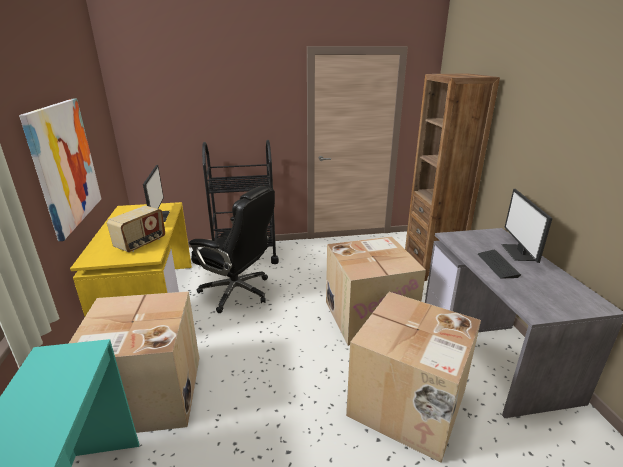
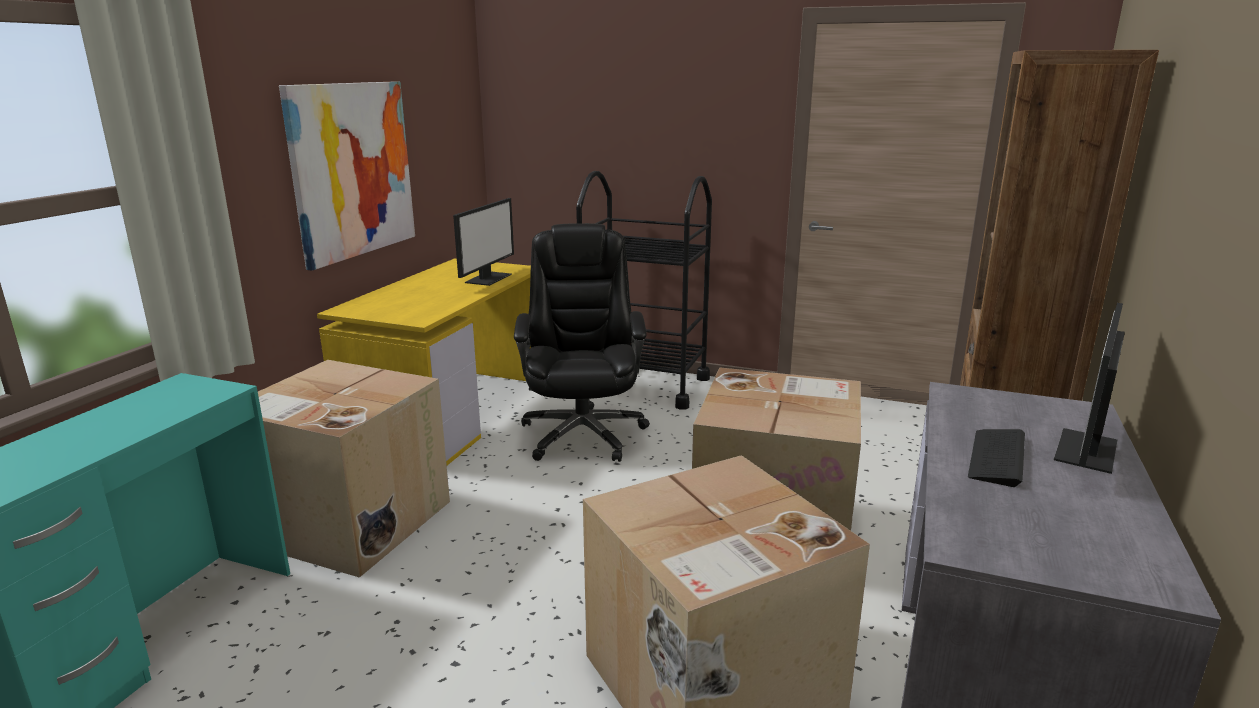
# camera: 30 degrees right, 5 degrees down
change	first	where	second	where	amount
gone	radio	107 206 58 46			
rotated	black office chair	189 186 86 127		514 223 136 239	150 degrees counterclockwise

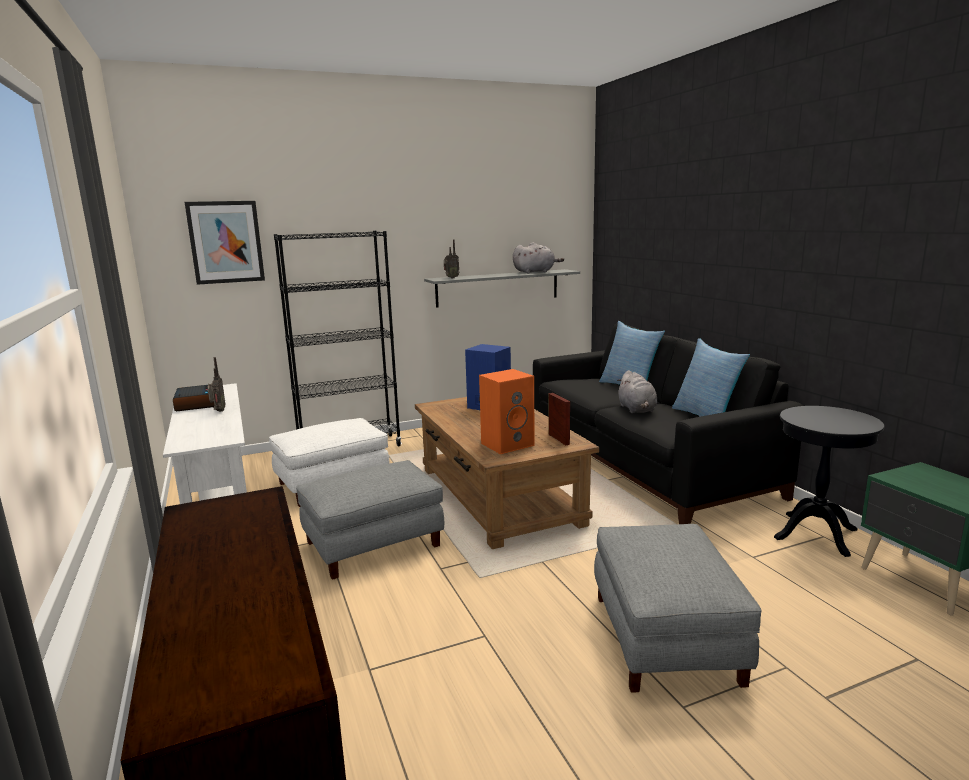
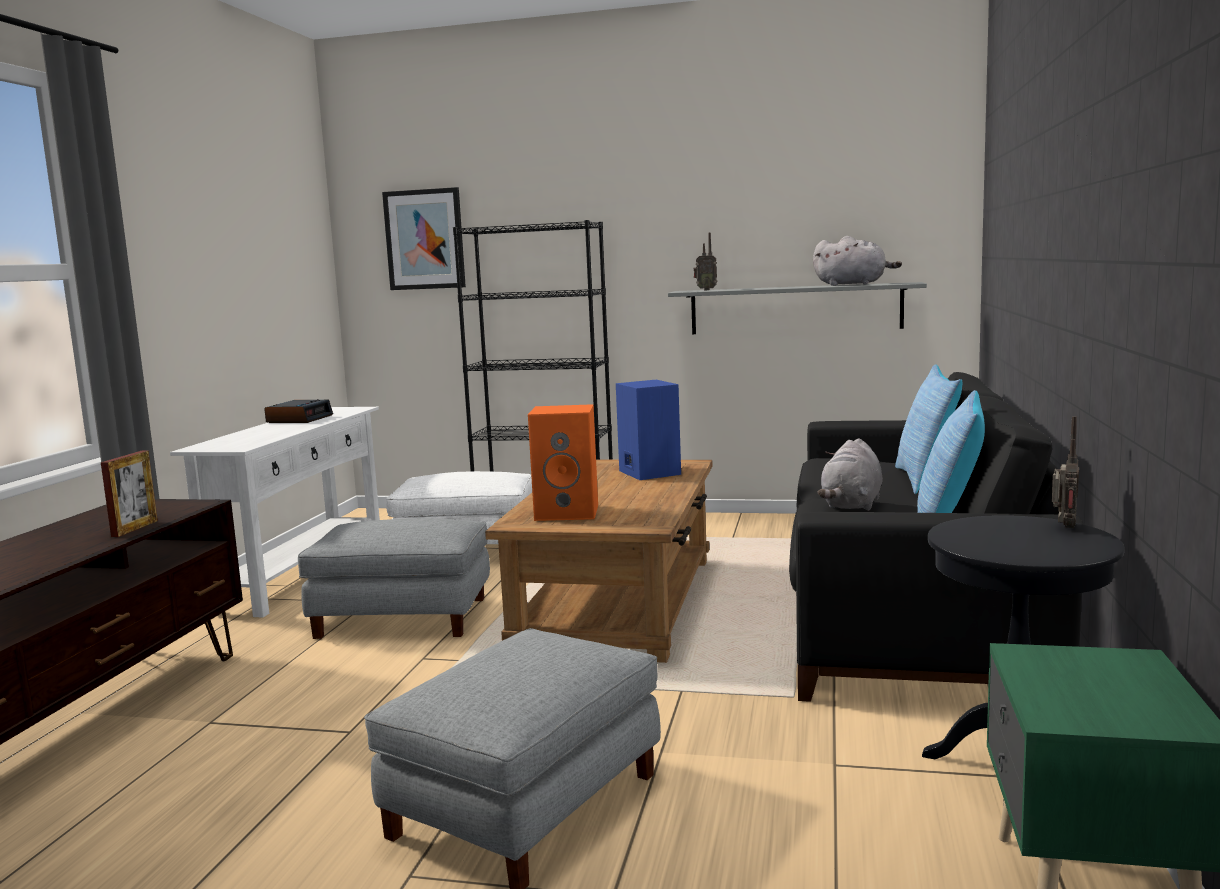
# camera: 35 degrees right, 5 degrees down
change	first	where	second	where	amount
shifted	radio	207 357 18 55		1052 416 27 112	
shifted	picture frame	549 393 21 52		101 451 57 86	

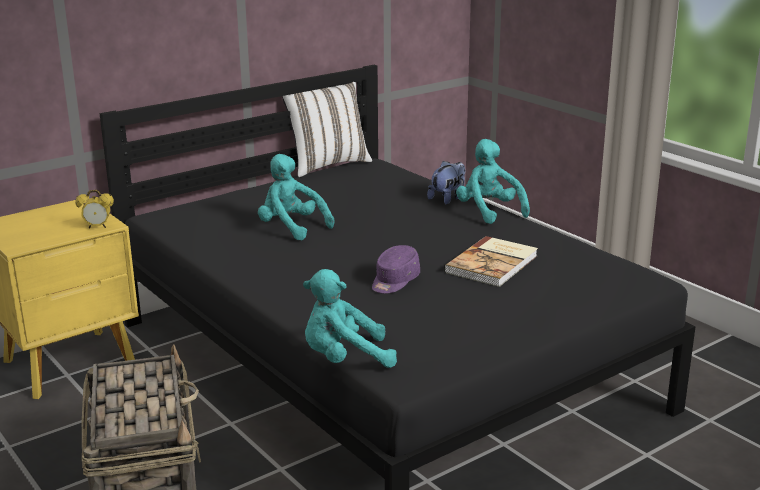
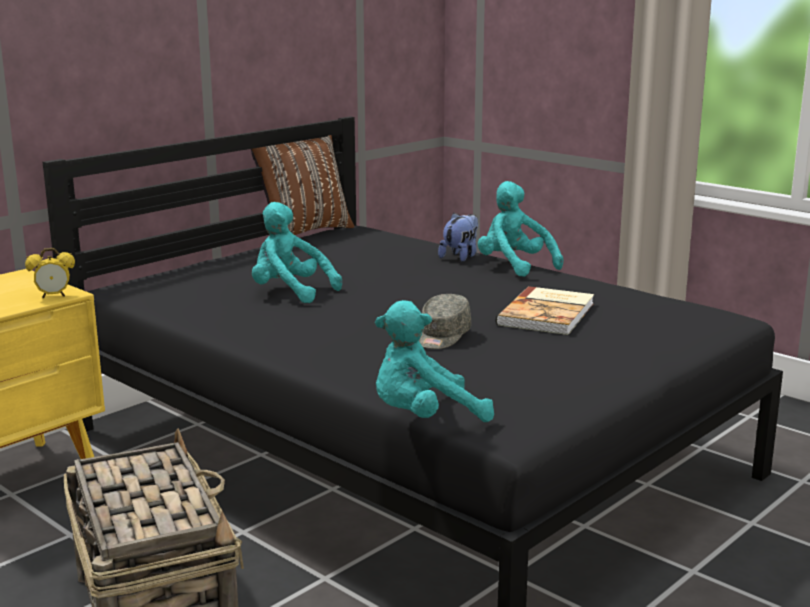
# camera: 10 degrees left, 5 degrees down
change	first	where	second	where	amount
repainted	white pillow	282 82 90 95	brown pillow	251 135 104 100	
repainted	purple cap	372 245 48 49	grey cap	419 294 52 55	

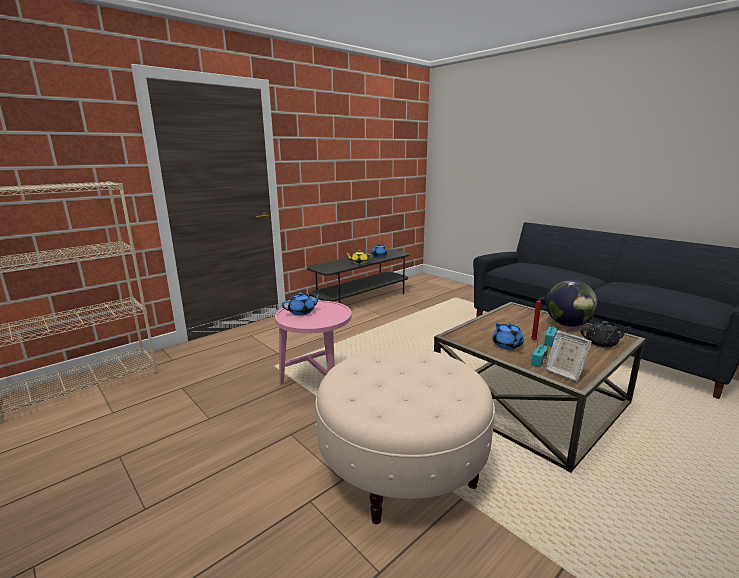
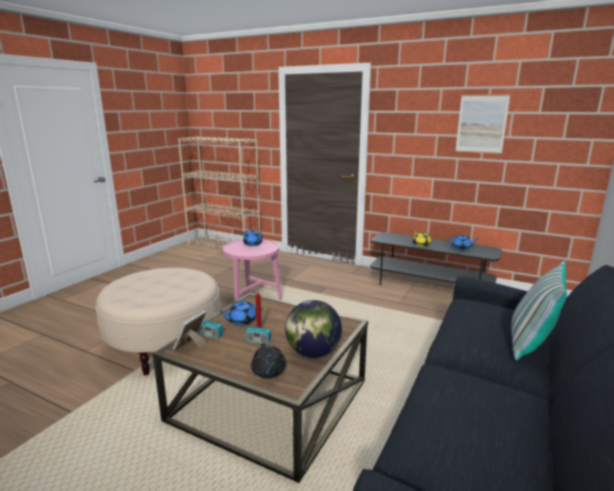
# camera: 70 degrees right, 0 degrees up
change	first	where	second	where	amount
new			picture	455 94 55 60	
new			pillow	511 261 56 99	

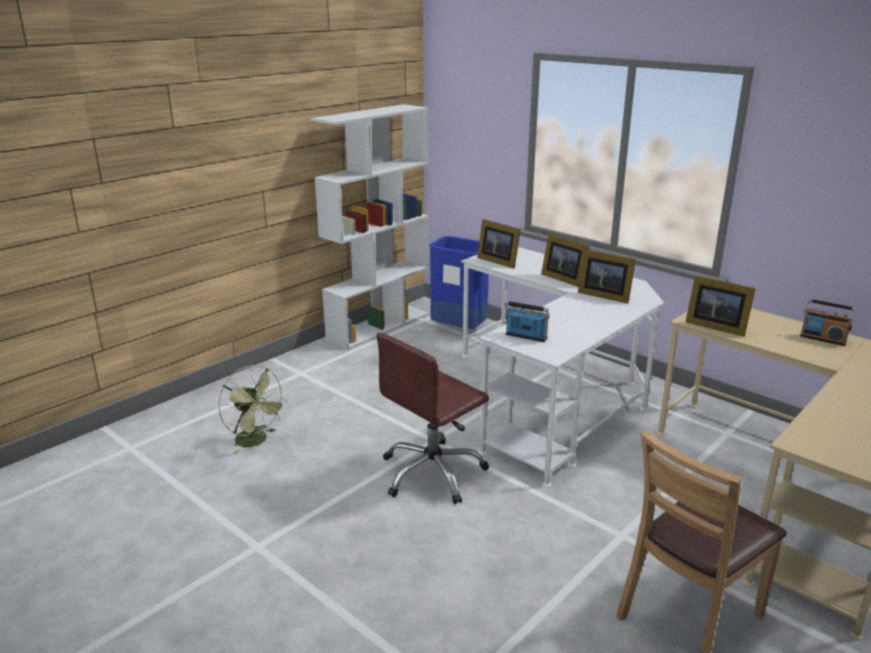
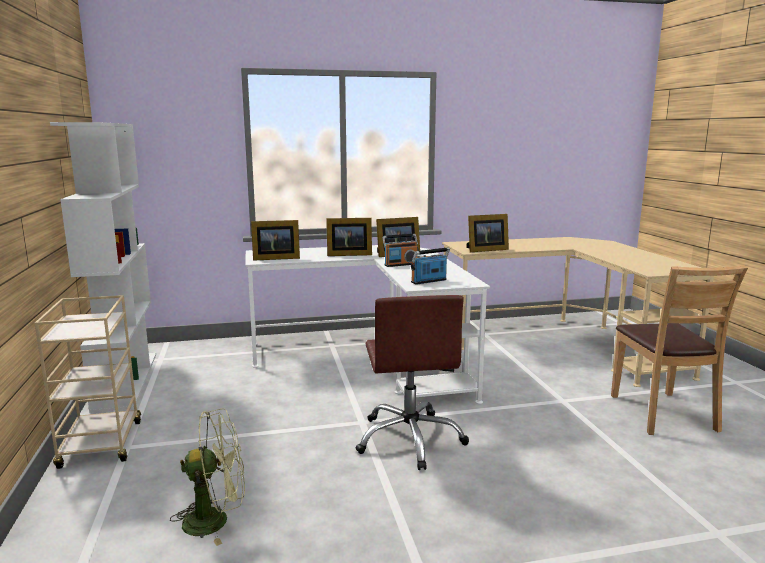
# camera: 55 degrees left, 10 degrees down
change	first	where	second	where	amount
gone	blue trash can	429 236 60 93			
new			beige cart	35 295 106 174	
shifted	radio	800 299 57 47		383 234 35 33	

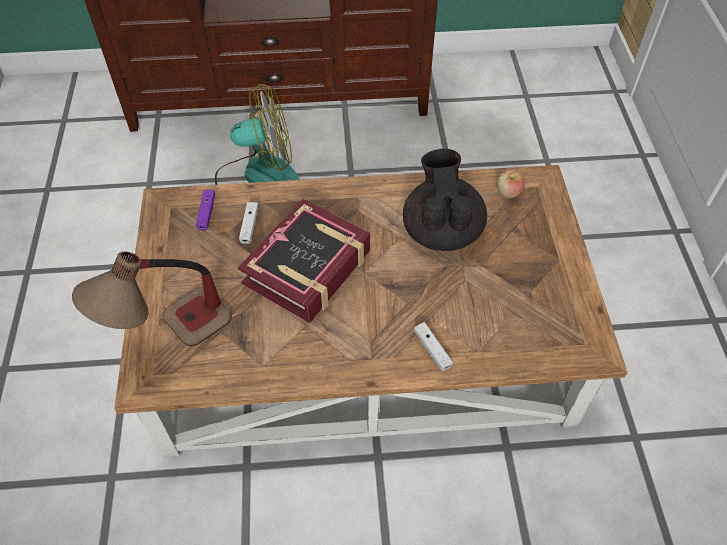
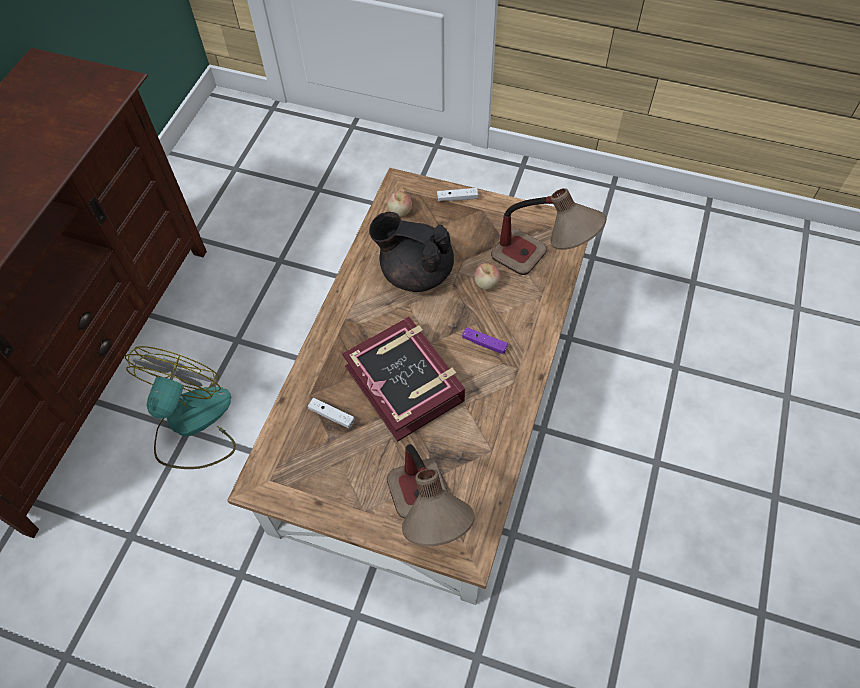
# camera: 65 degrees left, 5 degrees up
change	first	where	second	where	amount
new			apple	474 263 27 27	
new			table lamp	491 188 115 87	
shifted	purple game controller	196 190 19 41		462 327 46 27	
shifted	white game controller	414 322 39 49		437 188 41 13	

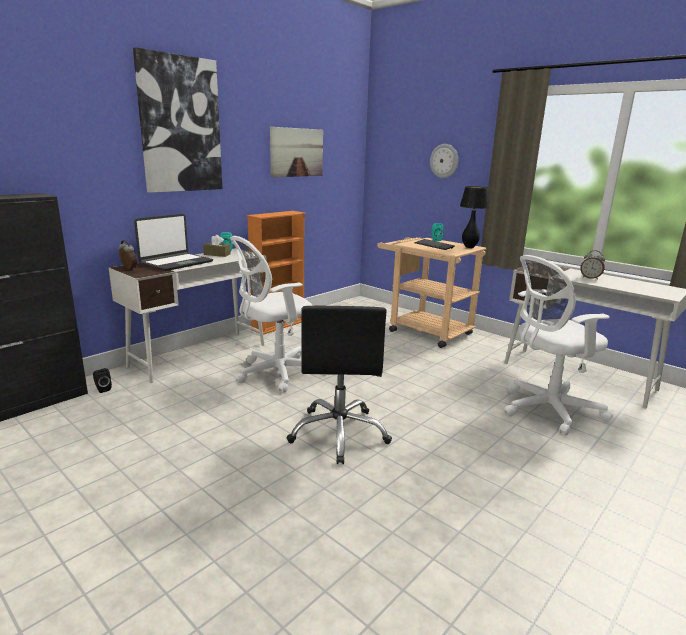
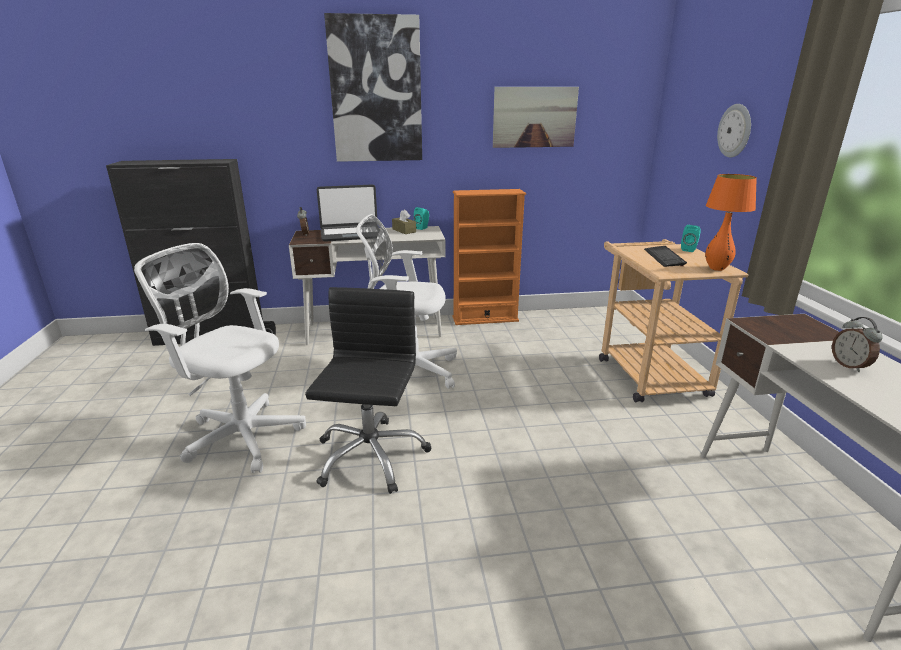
# camera: 40 degrees right, 5 degrees up
change	first	where	second	where	amount
shifted	white office chair	504 255 109 180		134 243 172 230	
repainted	black table lamp	460 186 29 62	orange table lamp	705 174 52 97	
rotated	black office chair	287 306 105 158		305 287 127 207	150 degrees clockwise

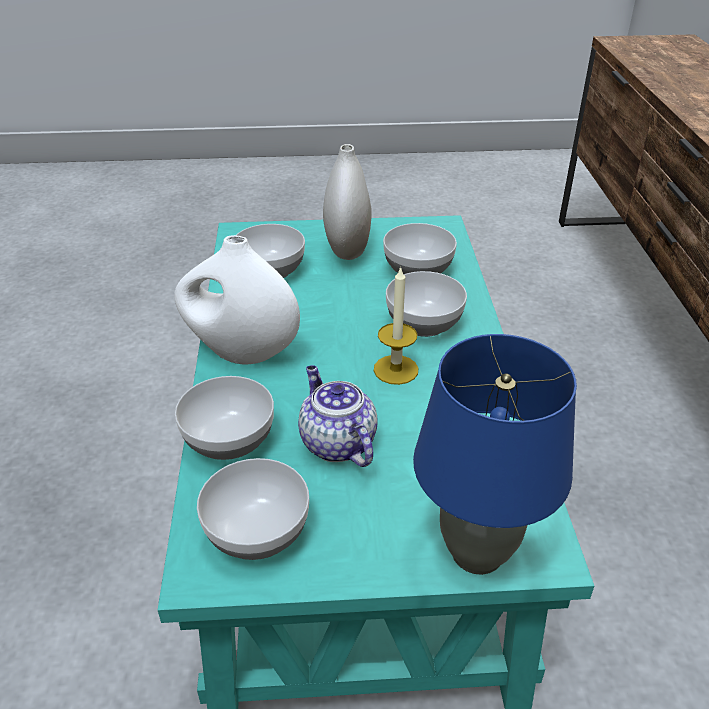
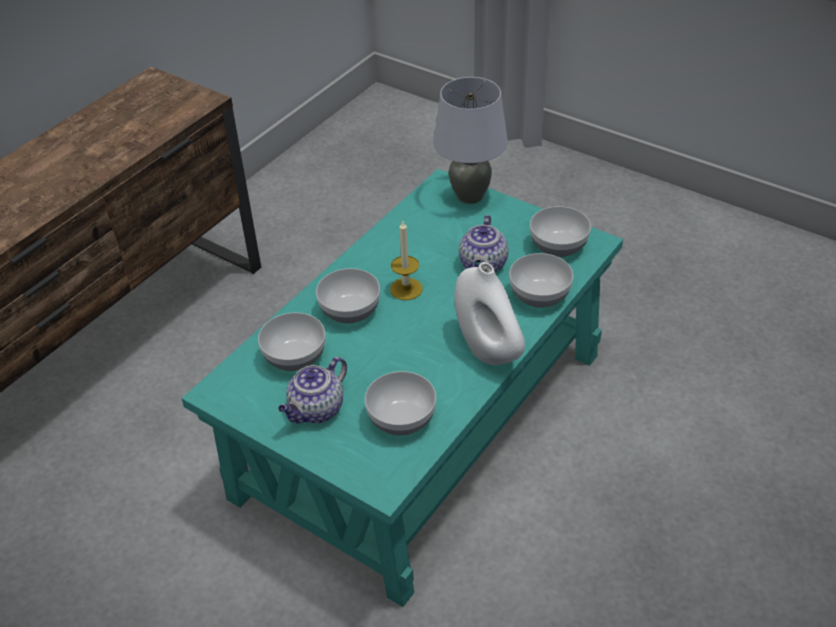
# camera: 140 degrees left, 5 degrees up
change	first	where	second	where	amount
swapped	white vase	323 144 49 116	teapot	278 357 69 66	
repainted	blue table lamp	413 334 164 241	grey table lamp	433 77 75 127	

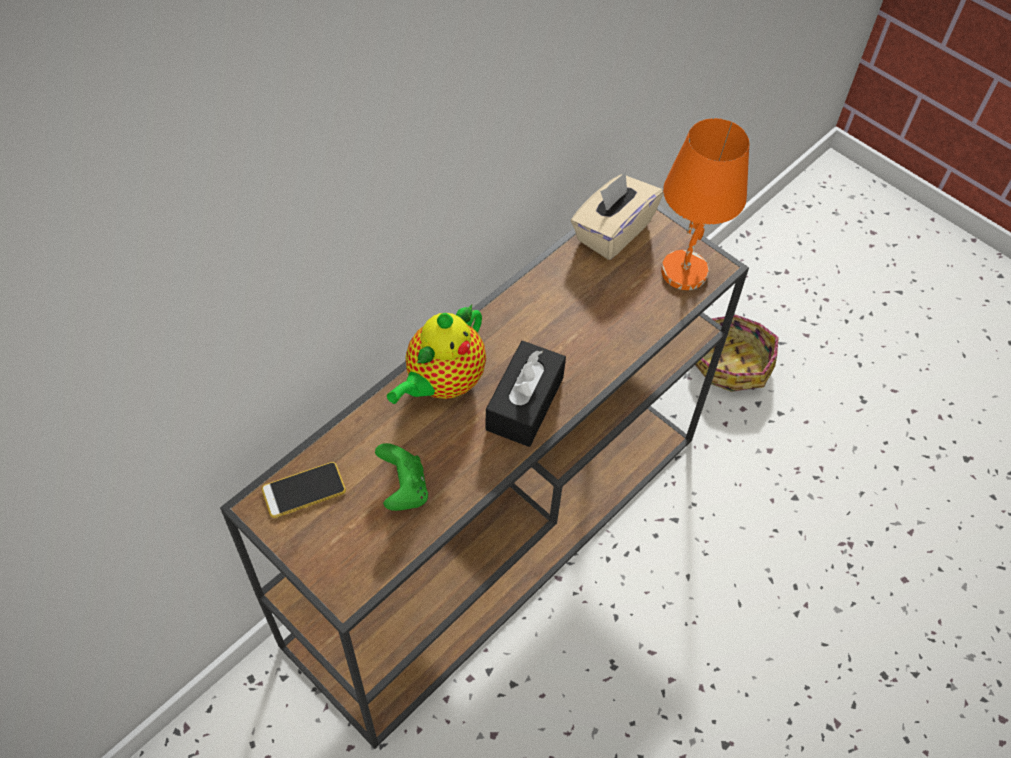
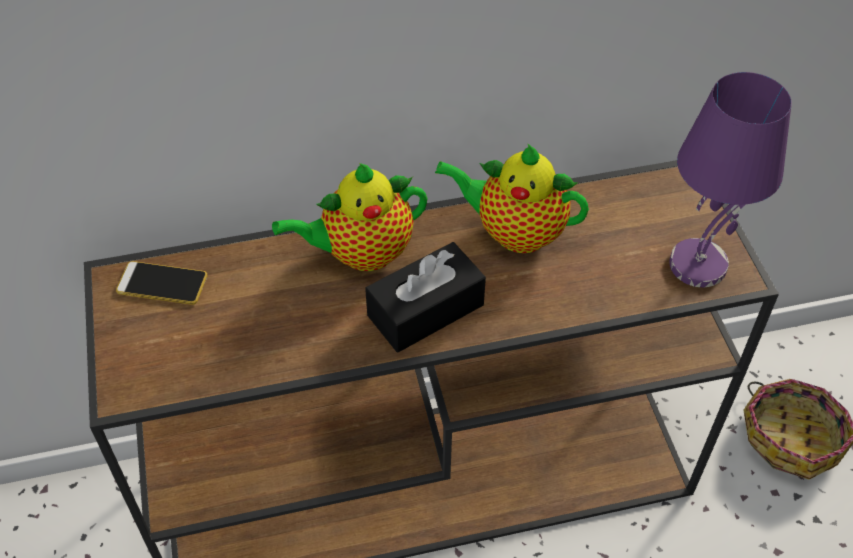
# camera: 35 degrees right, 5 degrees down
change	first	where	second	where	amount
gone	green game controller	375 443 53 68			
gone	beige tissue box	571 172 92 88			
new			teapot	435 144 154 109	
repainted	orange table lamp	661 118 88 172	purple table lamp	669 72 123 215	

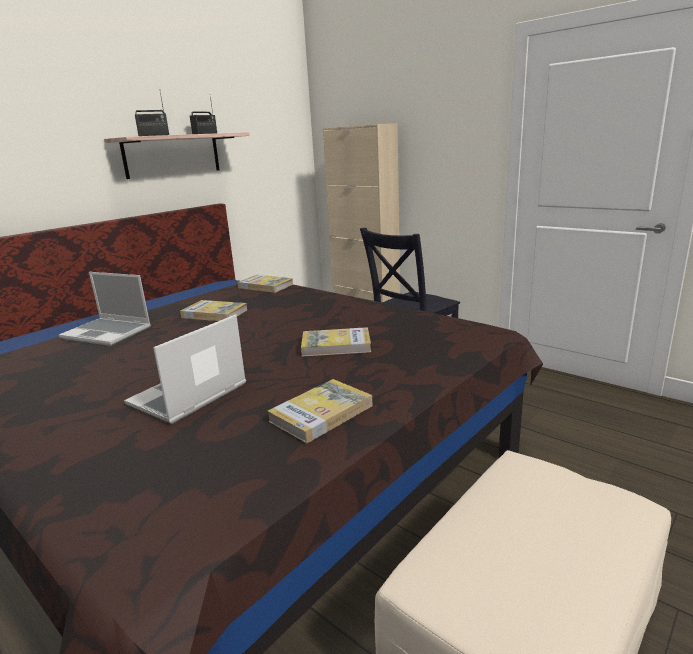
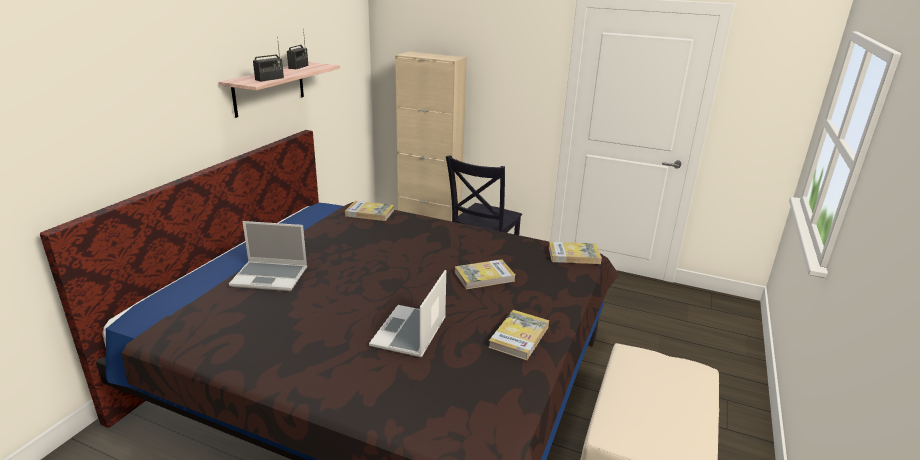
# camera: 20 degrees left, 5 degrees up
change	first	where	second	where	amount
shifted	book	180 300 67 21		549 242 53 22	

